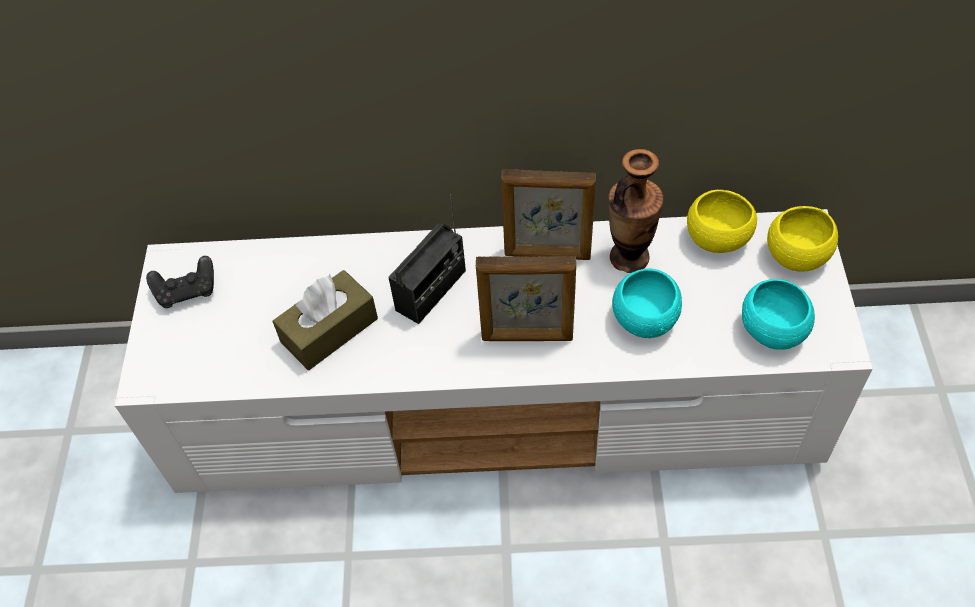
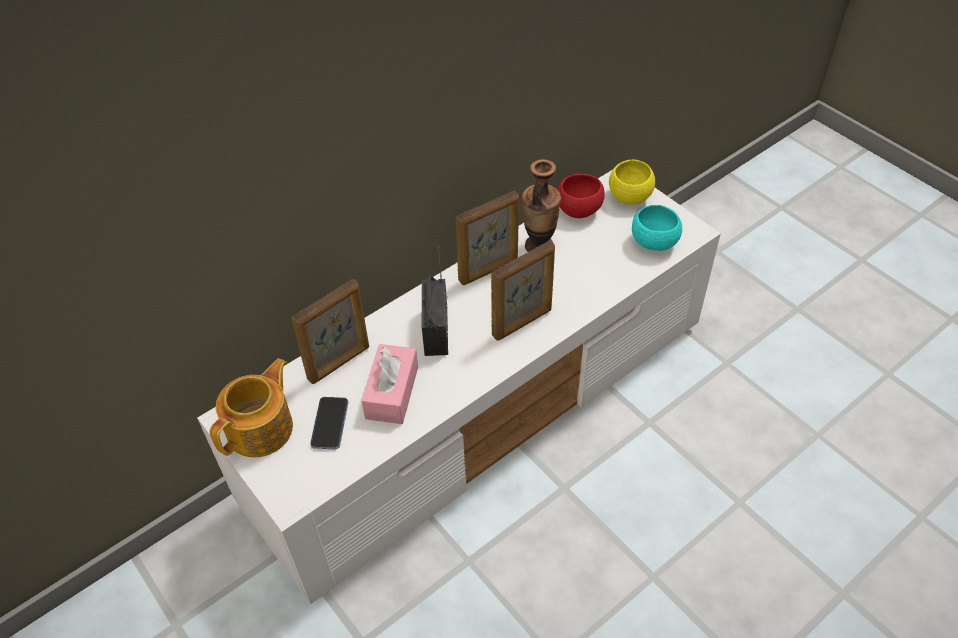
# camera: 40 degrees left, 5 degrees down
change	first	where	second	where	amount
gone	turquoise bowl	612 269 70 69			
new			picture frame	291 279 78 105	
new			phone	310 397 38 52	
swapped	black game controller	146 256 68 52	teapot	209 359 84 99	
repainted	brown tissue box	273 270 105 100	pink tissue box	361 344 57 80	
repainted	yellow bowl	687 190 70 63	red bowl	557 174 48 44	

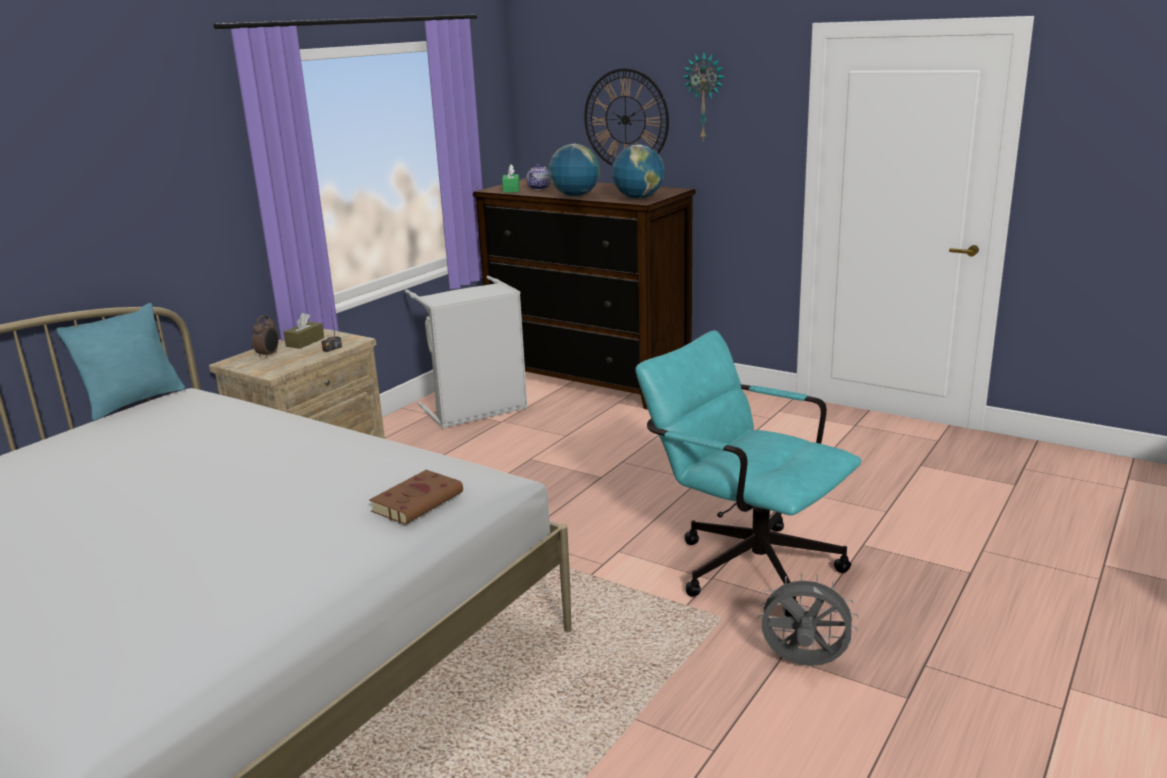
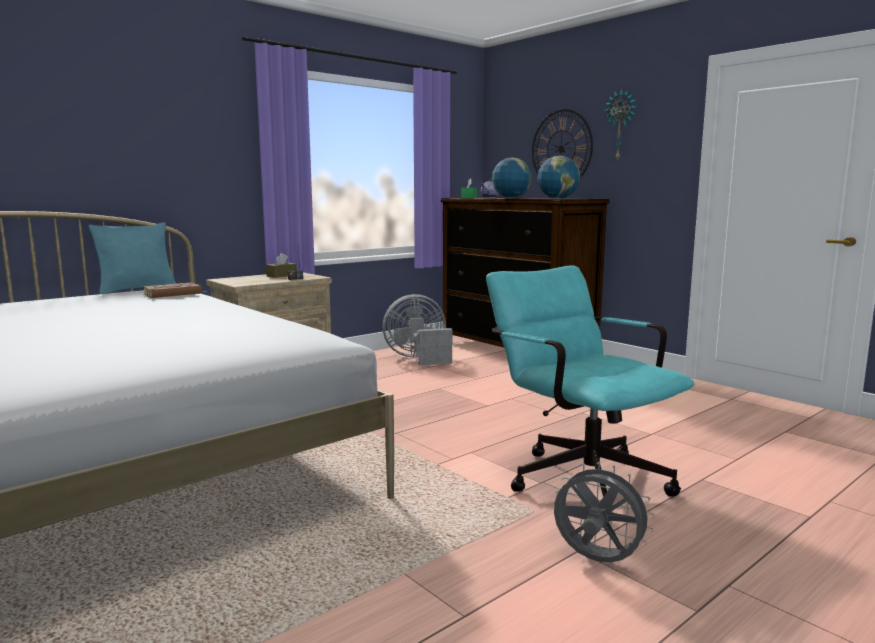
# camera: 15 degrees right, 10 degrees down
change	first	where	second	where	amount
gone	alarm clock	252 316 27 42			
shifted	brown book	369 470 94 55		143 282 64 16	
swapped	grey laundry basket	405 276 123 153	grey fan	383 294 69 71	

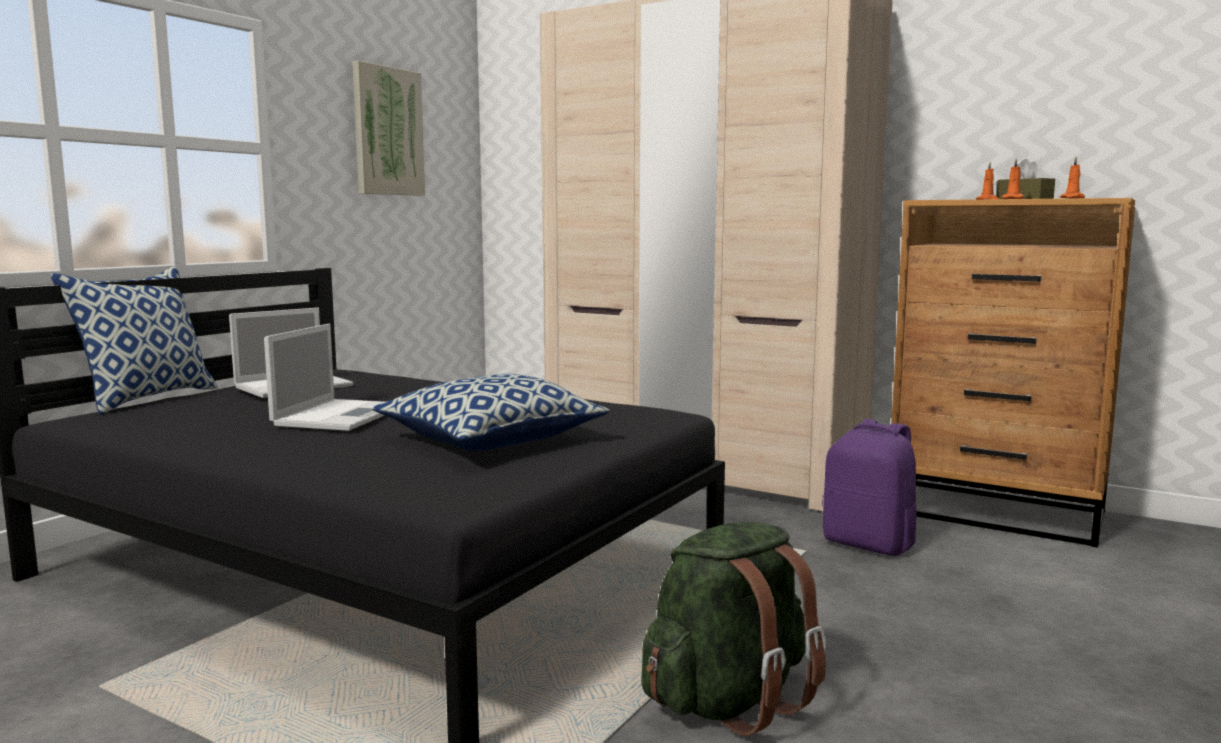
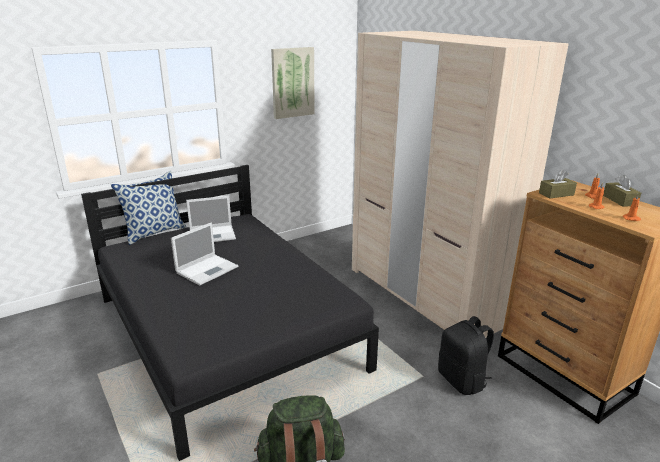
# camera: 25 degrees right, 15 degrees up
change	first	where	second	where	amount
gone	pillow	373 374 237 77			
new			brown tissue box	539 170 38 29	
repainted	purple backpack	822 419 95 137	black backpack	438 316 56 79	

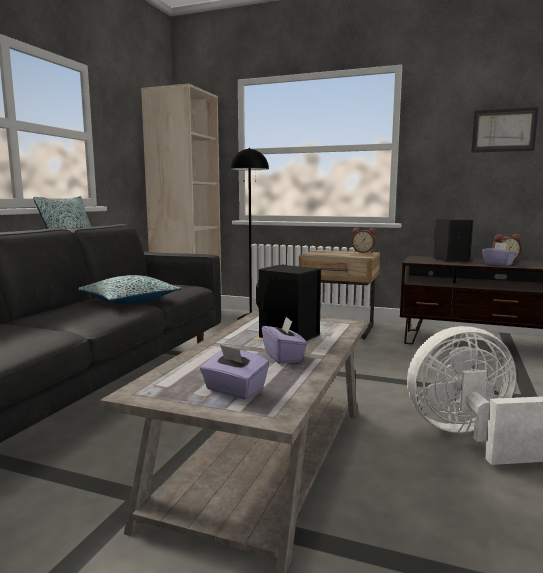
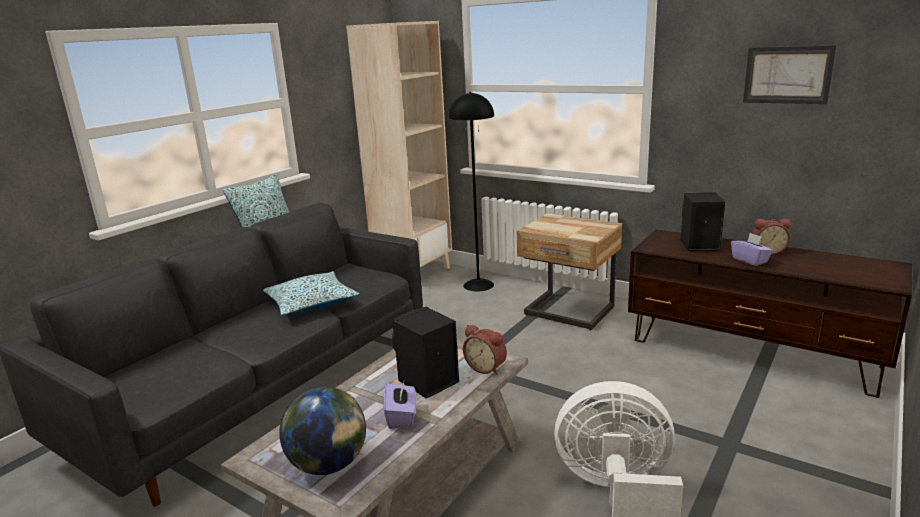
# camera: 15 degrees right, 10 degrees up
change	first	where	second	where	amount
shifted	alarm clock	352 227 24 26		463 325 44 50	
swapped	purple tissue box	200 345 69 55	globe	279 387 87 88	

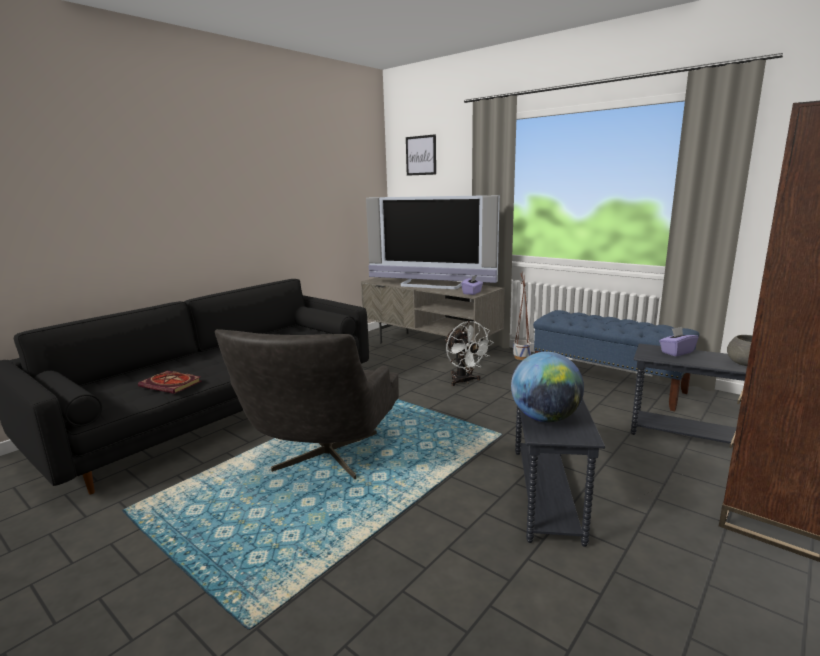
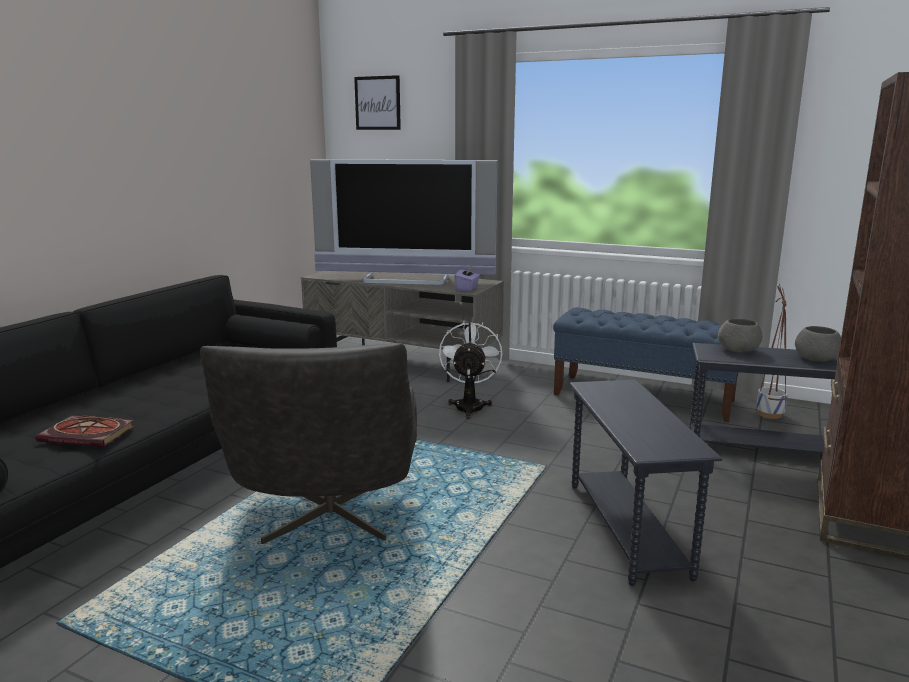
# camera: 15 degrees left, 0 degrees up
change	first	where	second	where	amount
gone	globe	511 352 73 70			
shifted	planter	513 273 18 87		756 283 32 136	
swapped	purple tissue box	659 327 39 30	grey bowl	718 319 44 34	
rotated	white fan	445 321 49 65		439 321 63 98	135 degrees counterclockwise

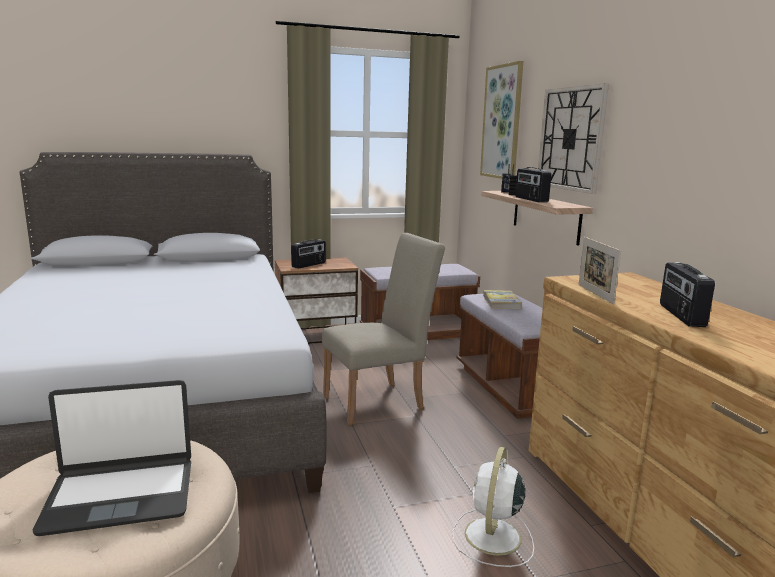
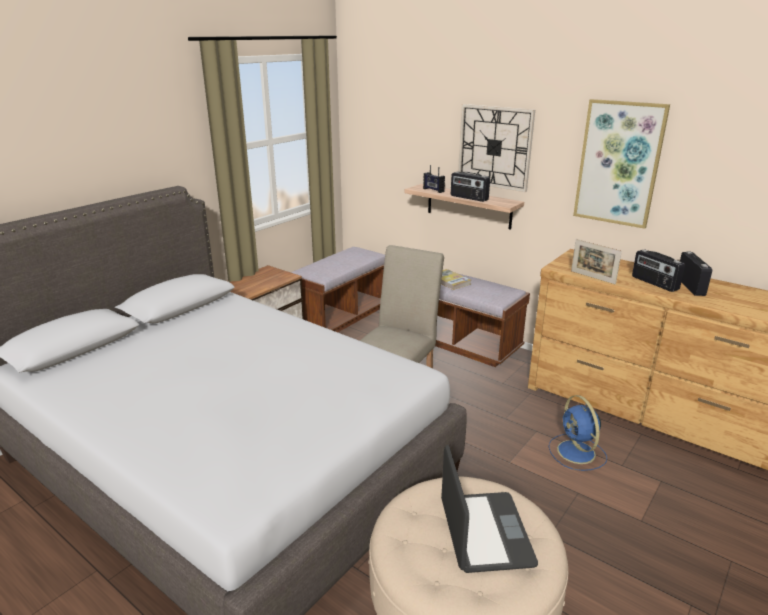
# camera: 35 degrees left, 10 degrees up
change	first	where	second	where	amount
shifted	radio	291 239 35 30		680 252 32 44	
shifted	picture	480 61 43 118		573 99 97 130	
repainted	white fan	453 447 81 120	blue fan	548 395 59 76	
rotated	laptop	33 380 158 156		441 445 97 128	45 degrees counterclockwise

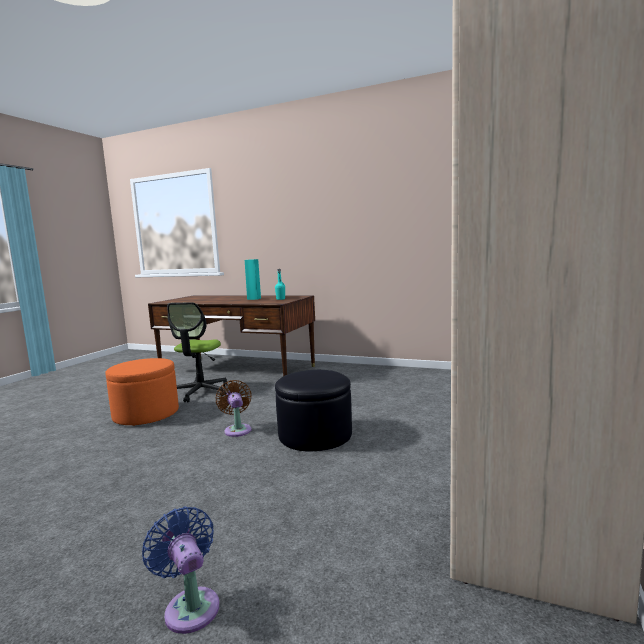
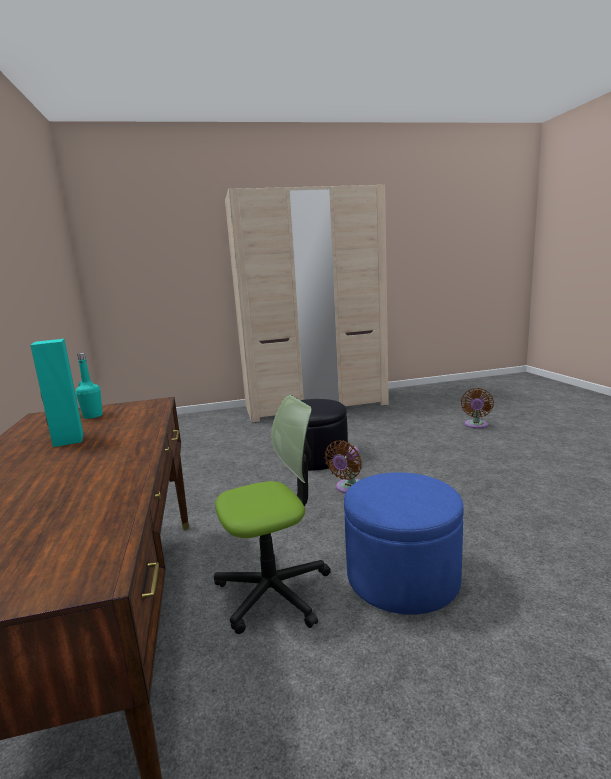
# camera: 125 degrees left, 5 degrees up
change	first	where	second	where	amount
repainted	orange ottoman	105 358 74 68	blue ottoman	344 472 120 143	
repainted	blue fan	142 506 78 128	brown fan	461 388 33 41	

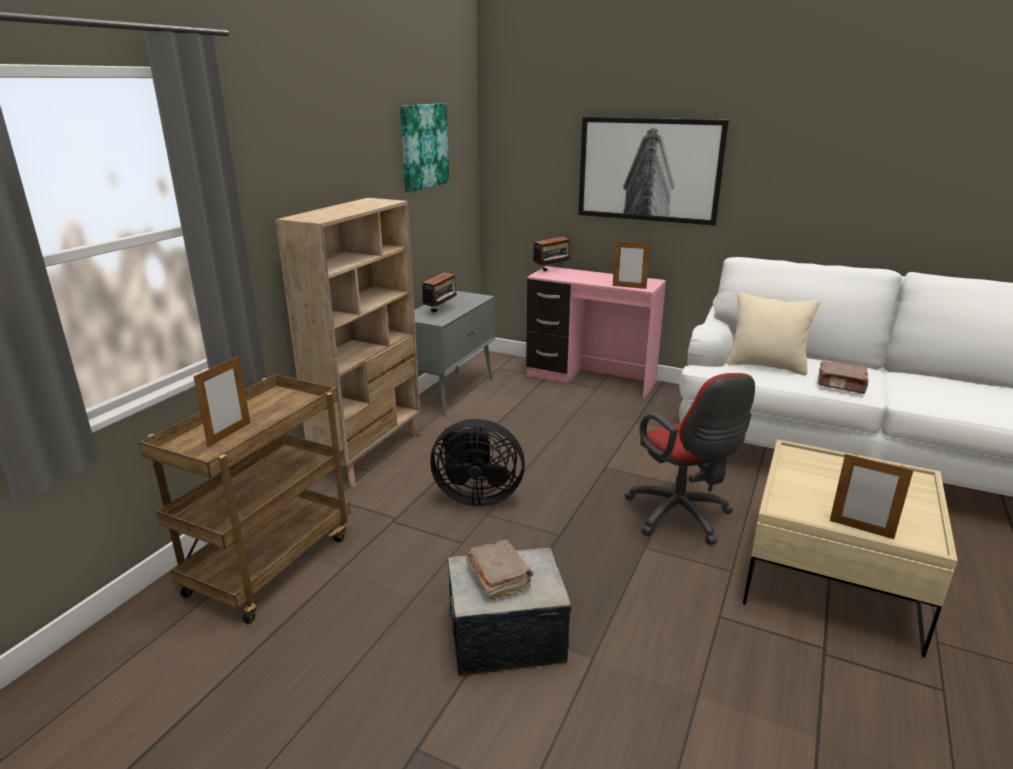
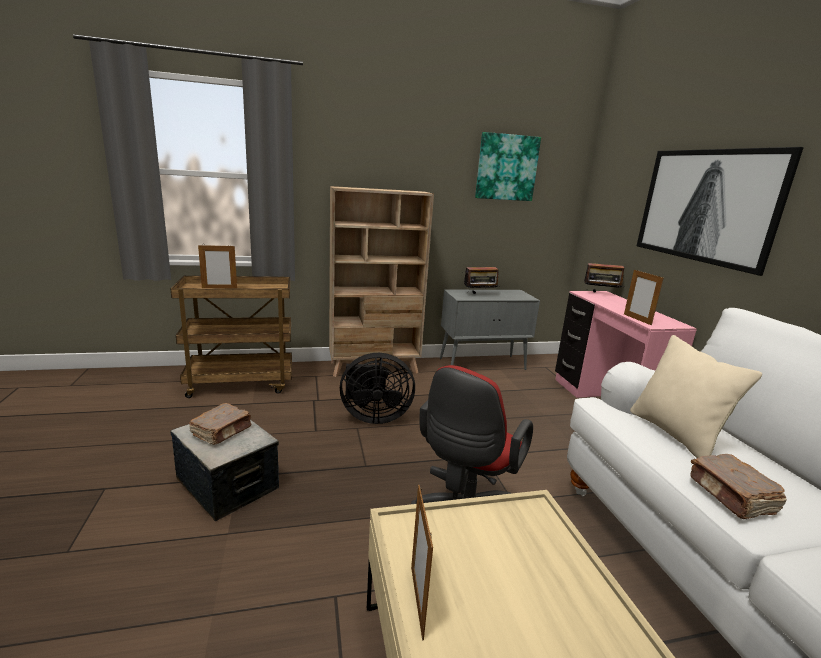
# camera: 50 degrees right, 5 degrees down
change	first	where	second	where	amount
rotated	black fan	430 419 95 87		340 353 75 71	60 degrees counterclockwise

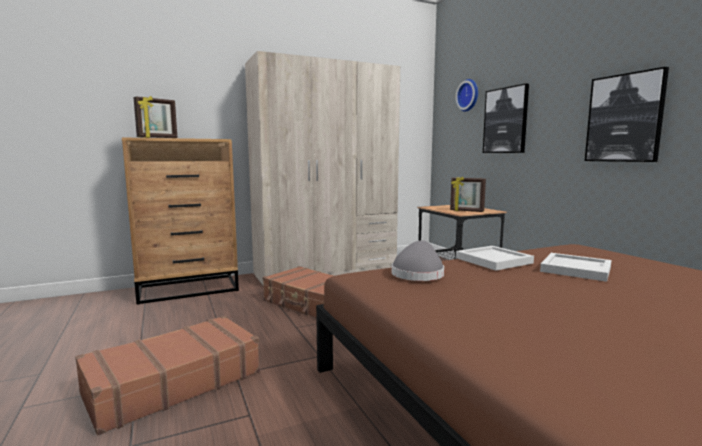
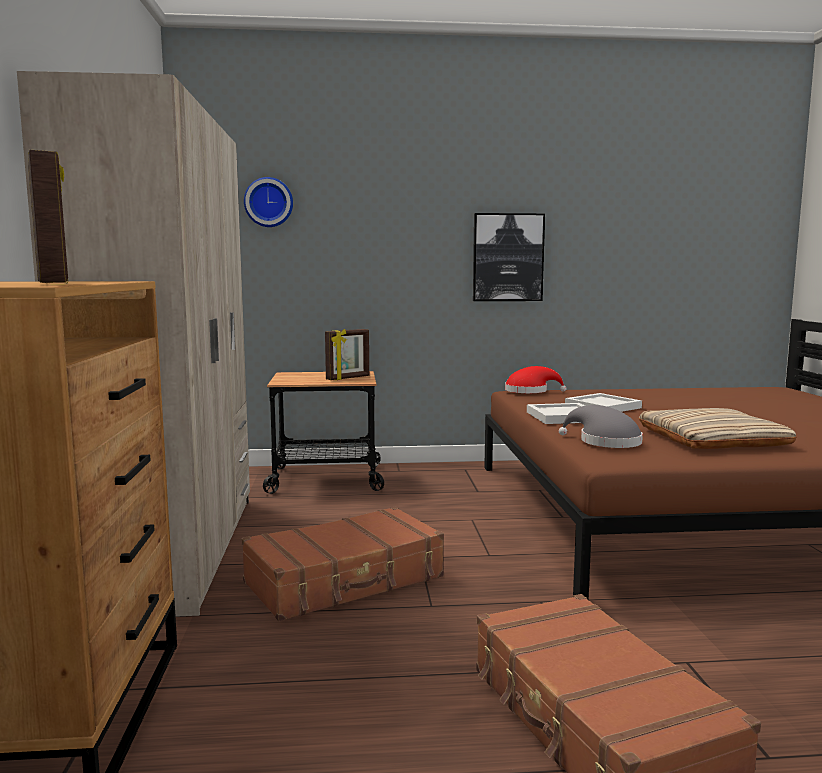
# camera: 70 degrees left, 0 degrees up
change	first	where	second	where	amount
gone	picture	483 83 46 70			
new			red hat	505 366 61 27	
new			beige pillow	639 408 158 41	

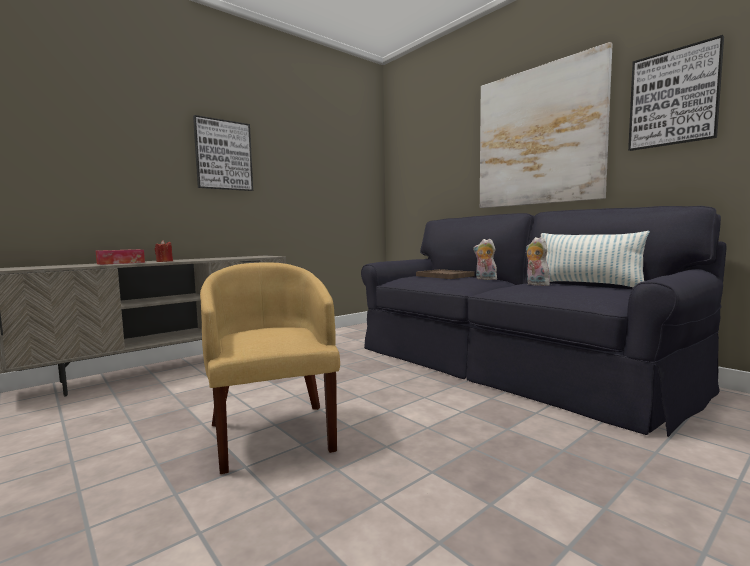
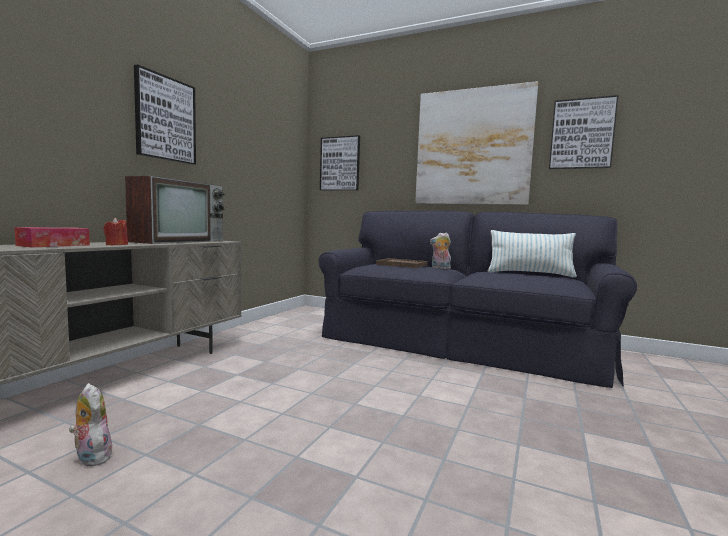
# camera: 25 degrees left, 0 degrees up
change	first	where	second	where	amount
gone	yellow armchair	200 263 140 211			
new			television	125 176 100 68	
new			picture	320 135 40 56	
shifted	plush toy	526 237 27 49		69 383 43 83	

